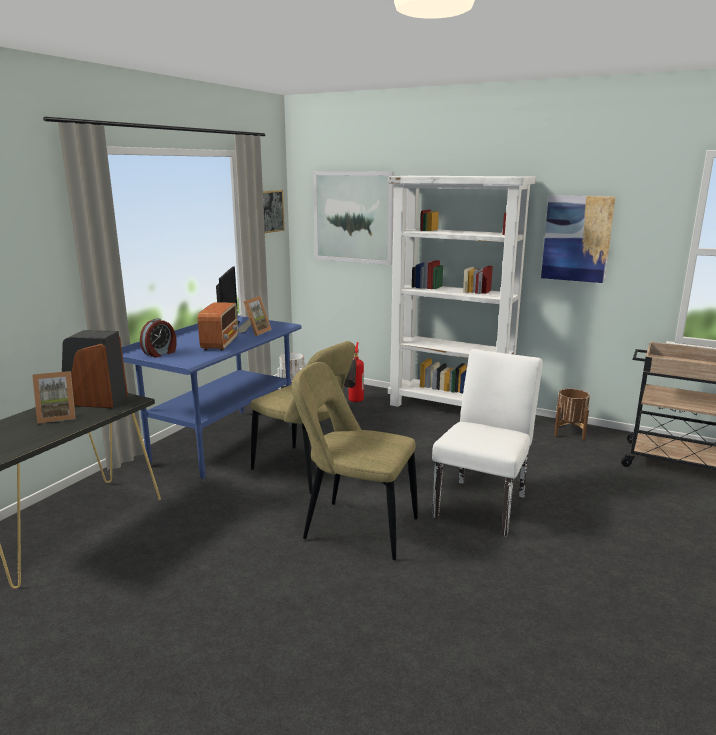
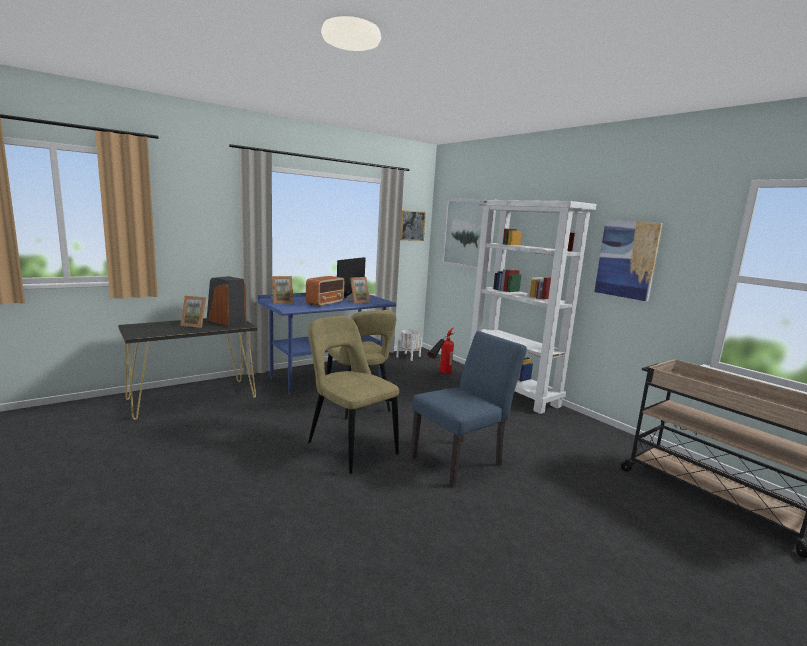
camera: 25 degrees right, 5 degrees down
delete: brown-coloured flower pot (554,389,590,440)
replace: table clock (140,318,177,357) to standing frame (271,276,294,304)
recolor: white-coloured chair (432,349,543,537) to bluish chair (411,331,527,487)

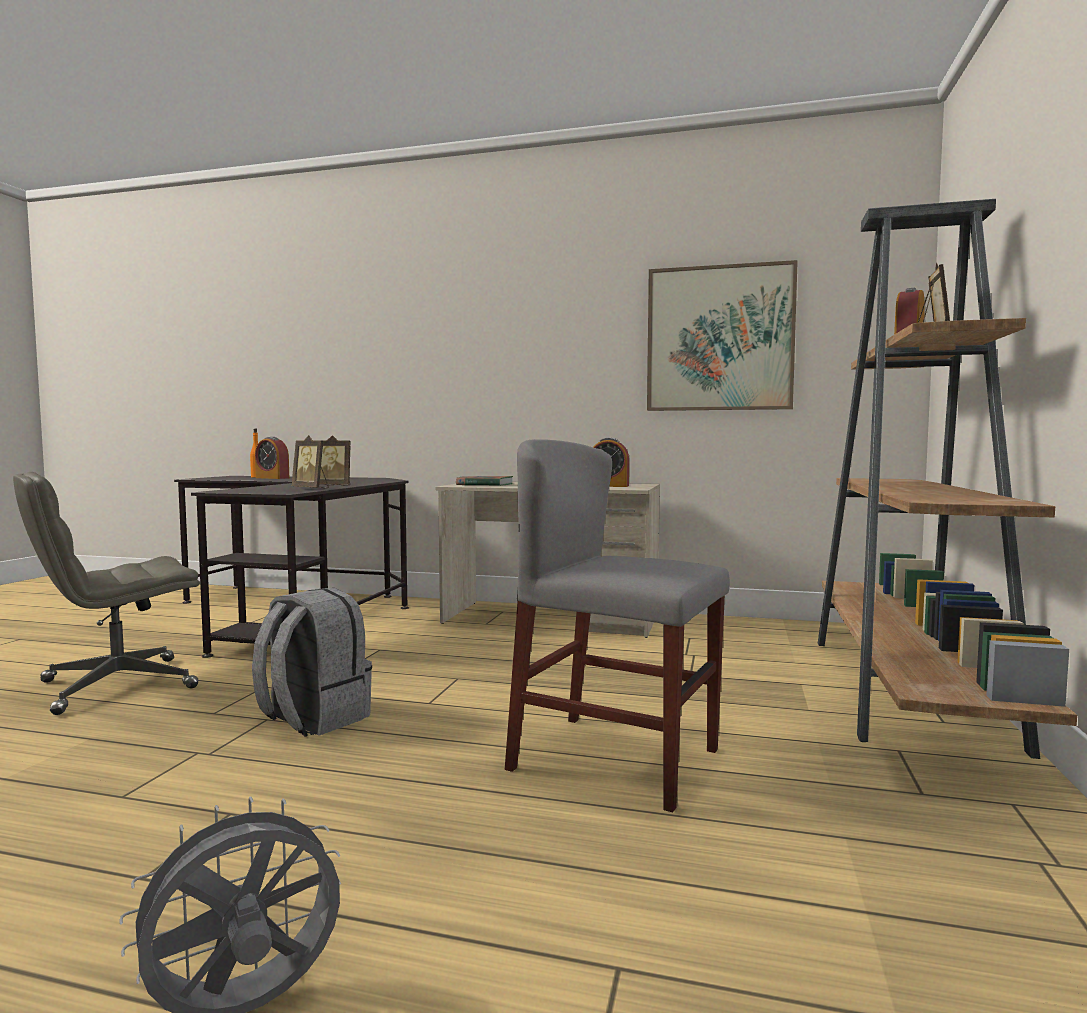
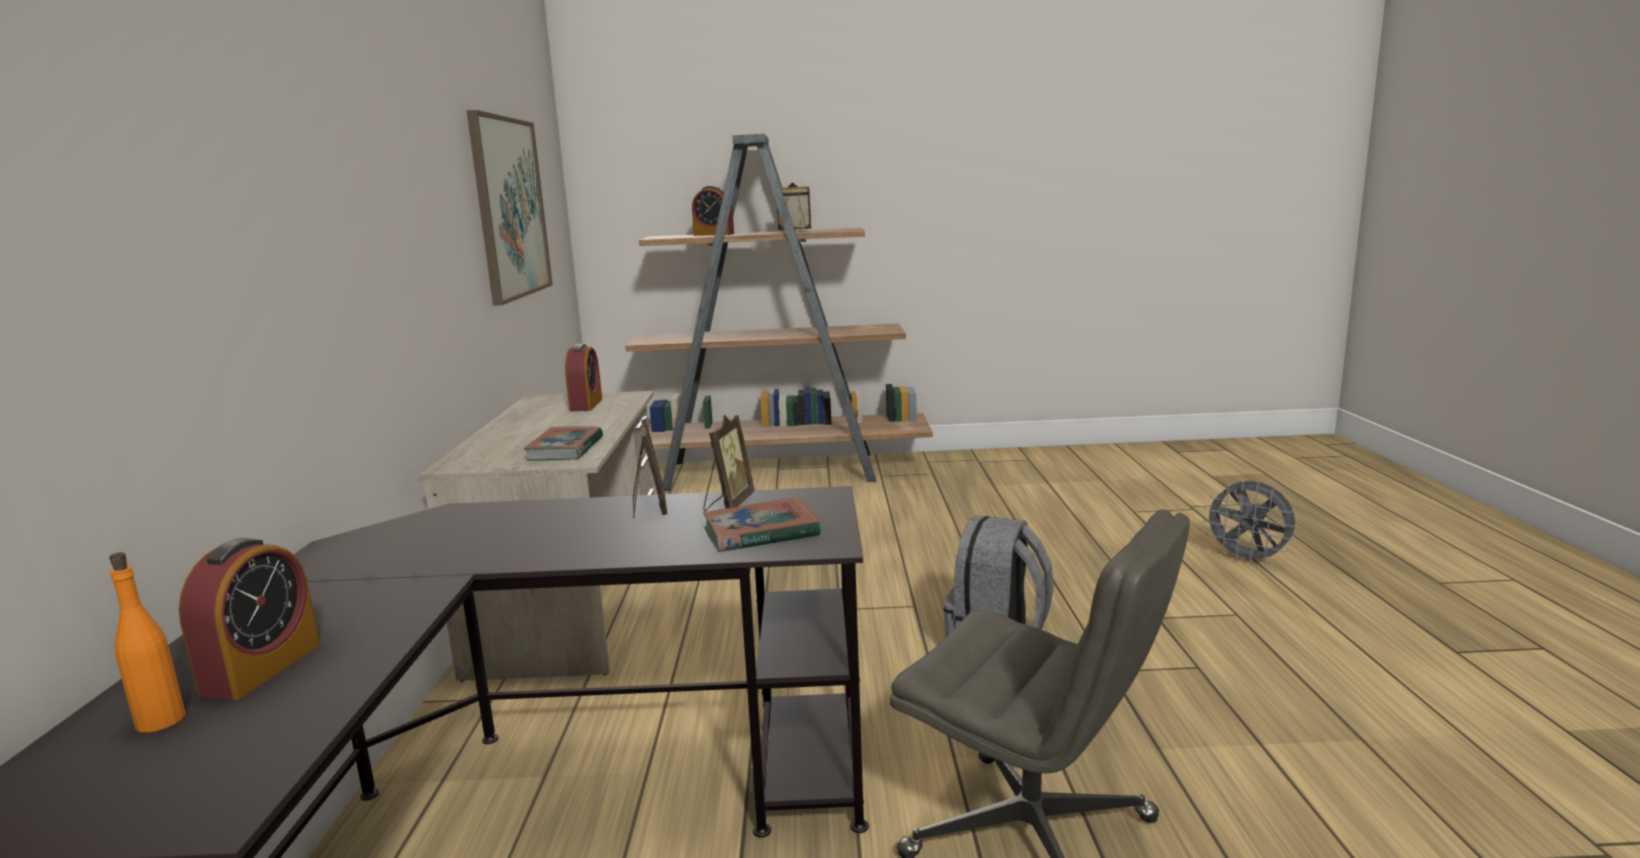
camera: 105 degrees left, 10 degrees up
delete: gray chair (505,439,730,812)
insert: book (703,497,821,552)

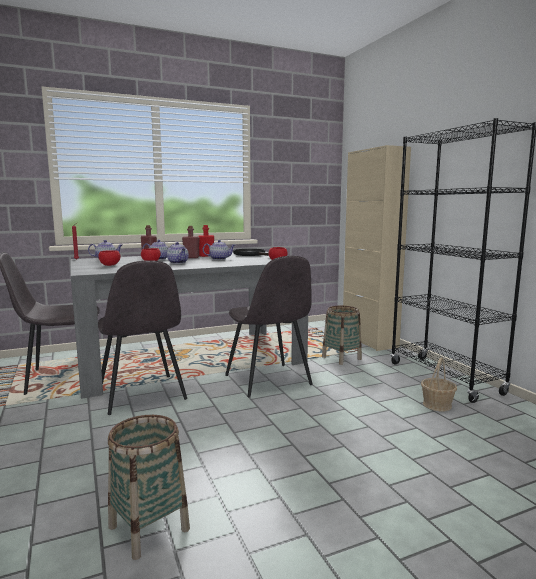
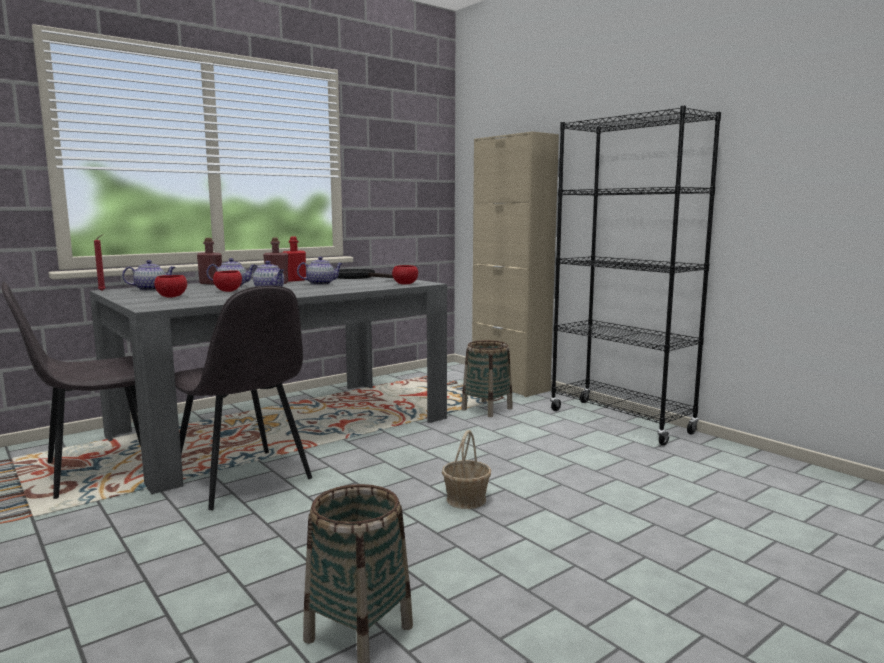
camera: 15 degrees left, 0 degrees up
delete: gray chair (225,256,313,398)
move: storage basket (421,357,457,411) to (442,430,491,509)

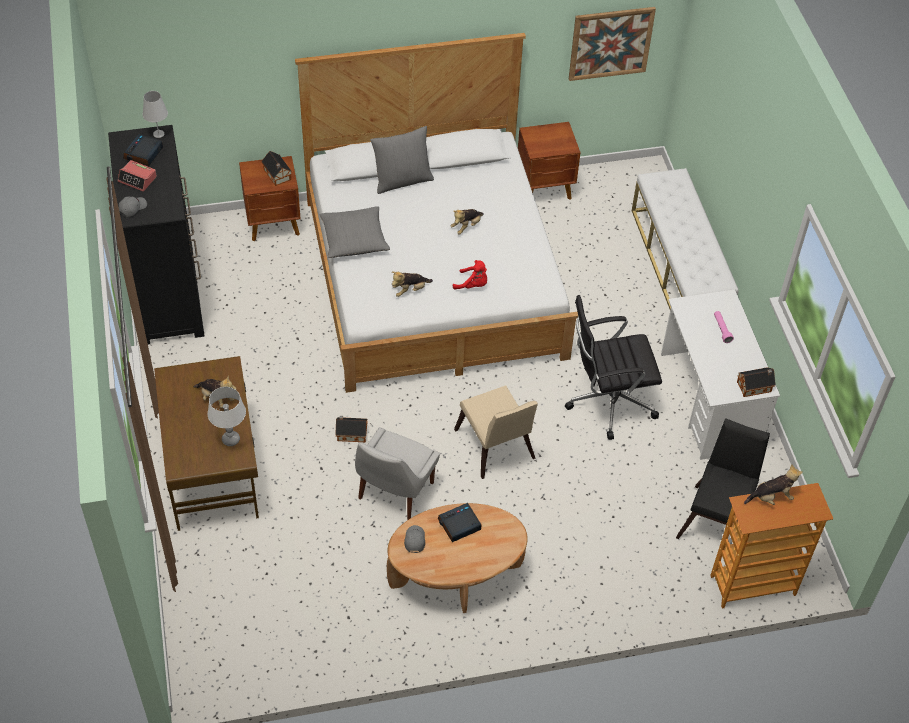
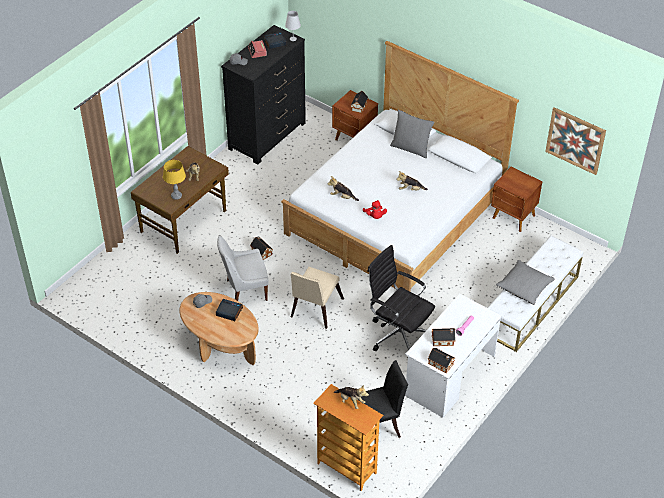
camera: 50 degrees right, 5 degrees down
insert: model house (432,328,455,346)
move: gray pillow (320,206,390,258) to (496,260,555,305)
recolor: white-coloured lamp for a table (208,387,246,446) to yellowish lamp for a table (163,160,186,200)

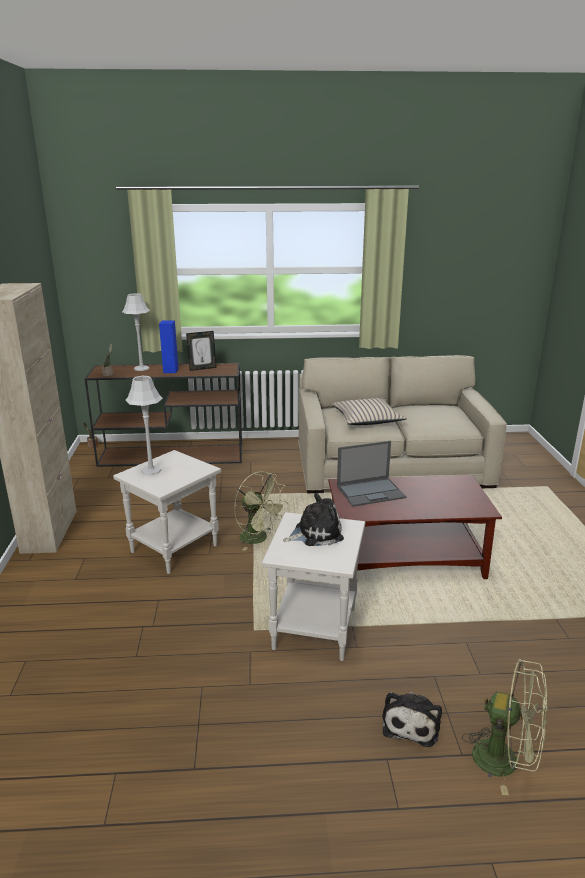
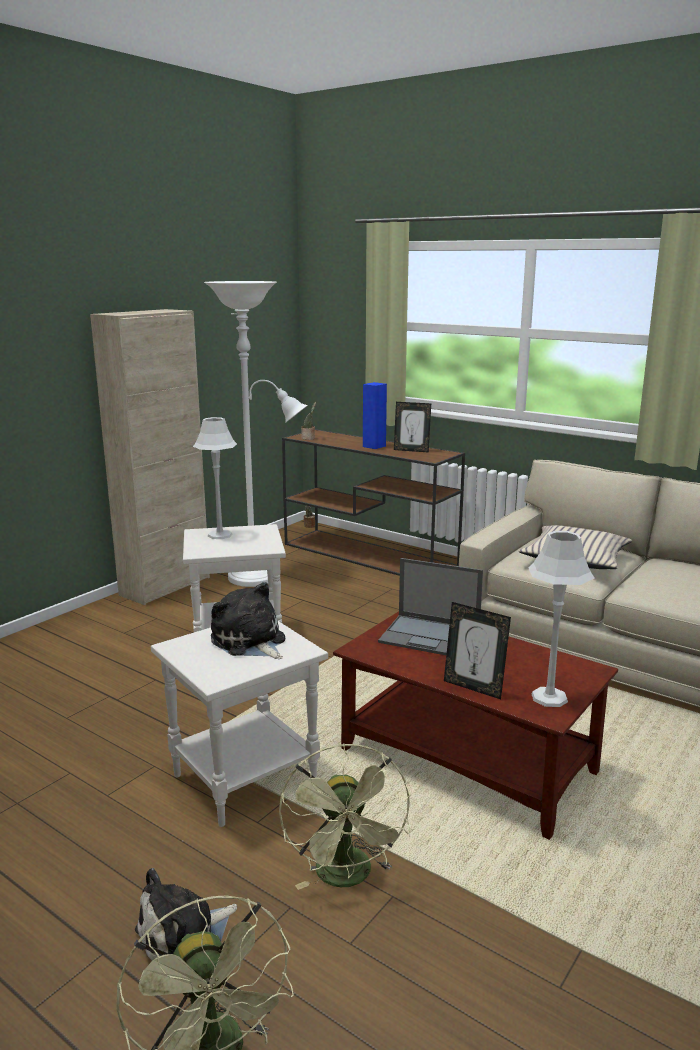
camera: 40 degrees right, 5 degrees down
insert: white-coloured standing lamp (204,281,308,587); standing frame (444,602,511,699)
move: gray lamp for a table (122,293,150,371) to (528,531,595,707); green fan (234,471,288,551) to (279,743,410,890)
rotate: soft toy (283,493,344,546) = (211,582,285,659) 150 degrees counterclockwise

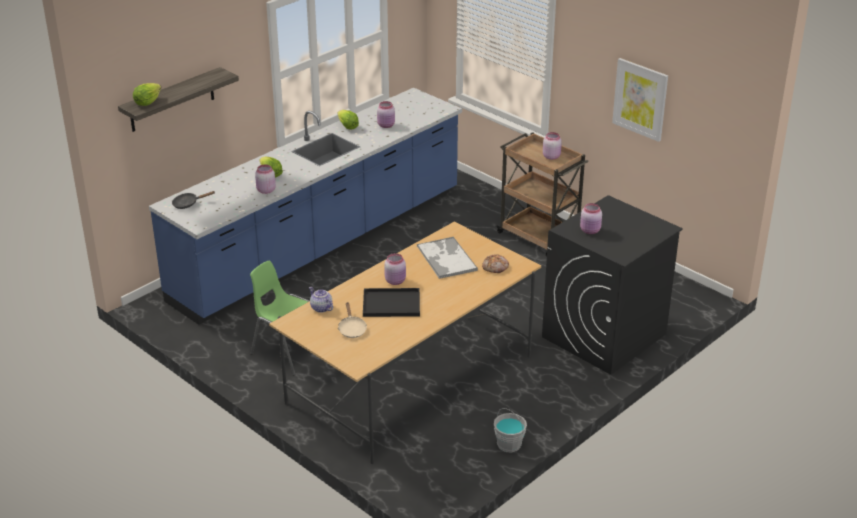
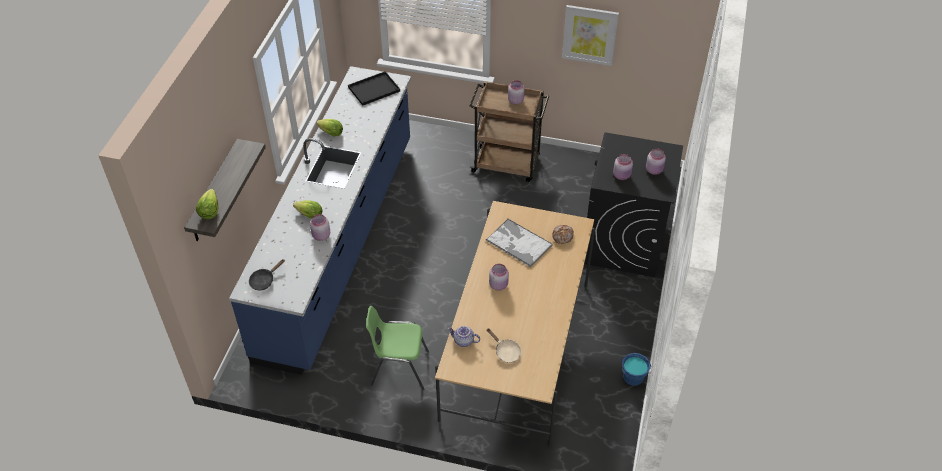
camera: 30 degrees left, 15 degrees up
move: blackish serving tray (363,288,420,317) to (348,71,400,106); pink preserve jar (377,101,395,128) to (646,149,666,175)
recolor: gray water bucket (494,408,527,452) to bluish water bucket (622,353,651,386)

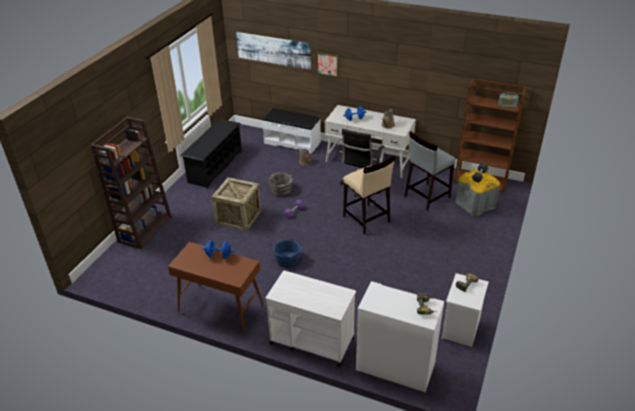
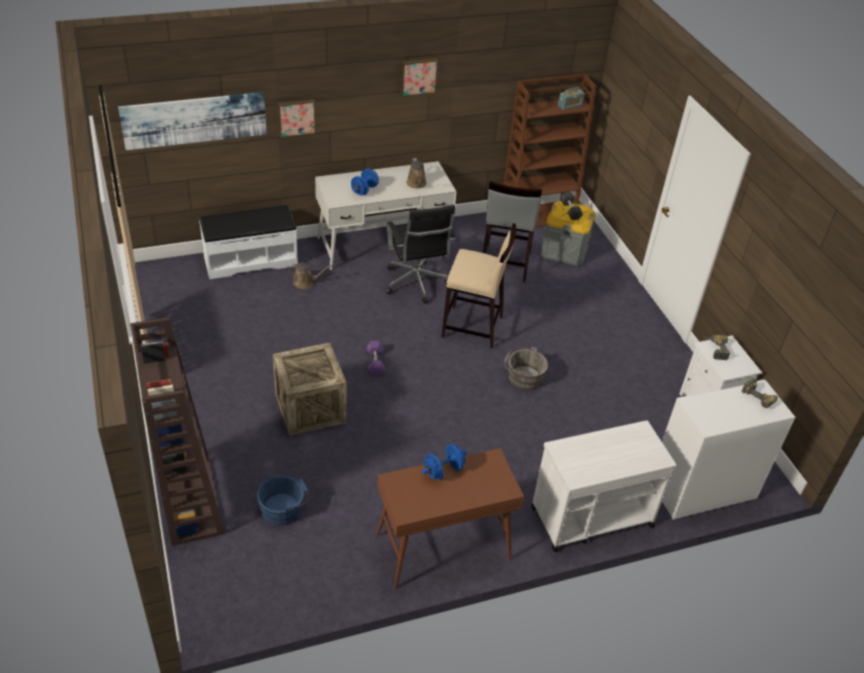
camera: 45 degrees left, 5 degrees up
delete: blackish shoe shelf (180,119,242,188)
insert: wall art (401,58,438,97)
move: gray water bucket (267,172,292,196) to (504,347,548,390); bluish water bucket (273,238,303,267) to (257,473,309,526)

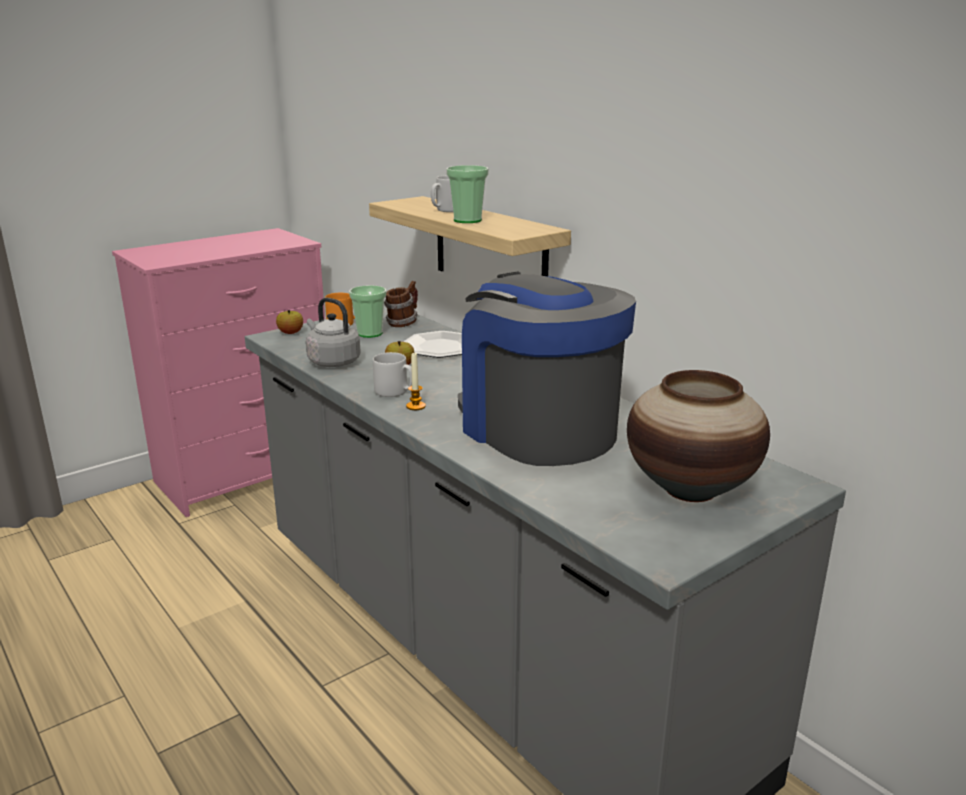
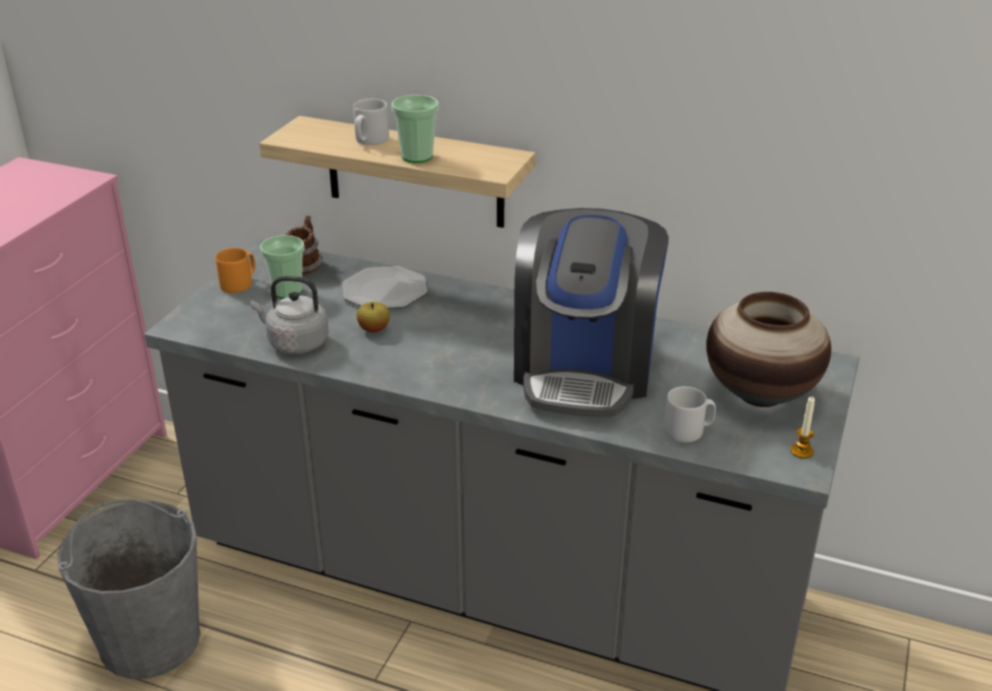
camera: 30 degrees left, 10 degrees up
delete: whole apple (276,310,303,334)
insert: gray water bucket (57,499,201,679)
move: gray mug (373,352,412,397) to (664,386,716,442); wax light (406,353,426,410) to (790,397,815,458)
rotate: coffee maker (458,271,636,466) = (514,208,669,418) 105 degrees counterclockwise

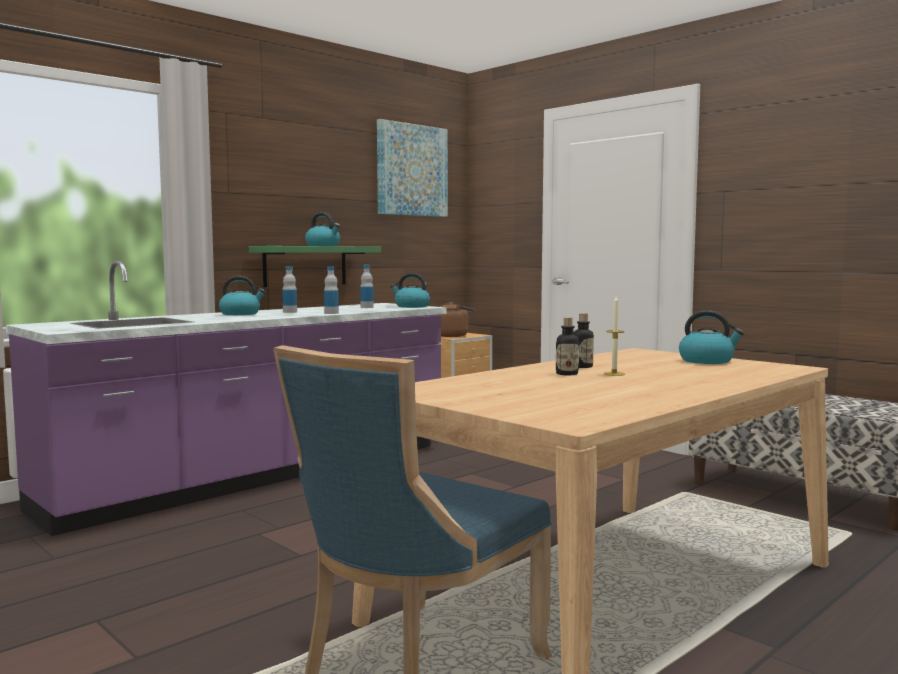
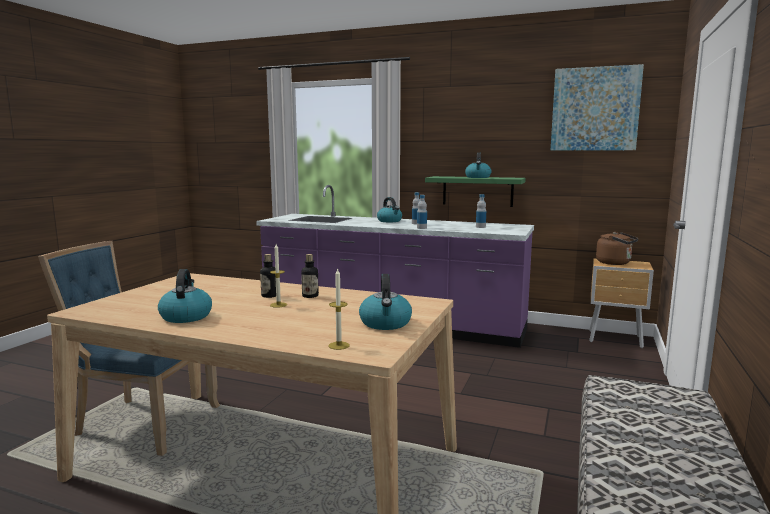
camera: 65 degrees right, 5 degrees up
insert: wax light (328,268,350,350)
move: tea kettle (391,273,430,308) to (158,269,212,323)

